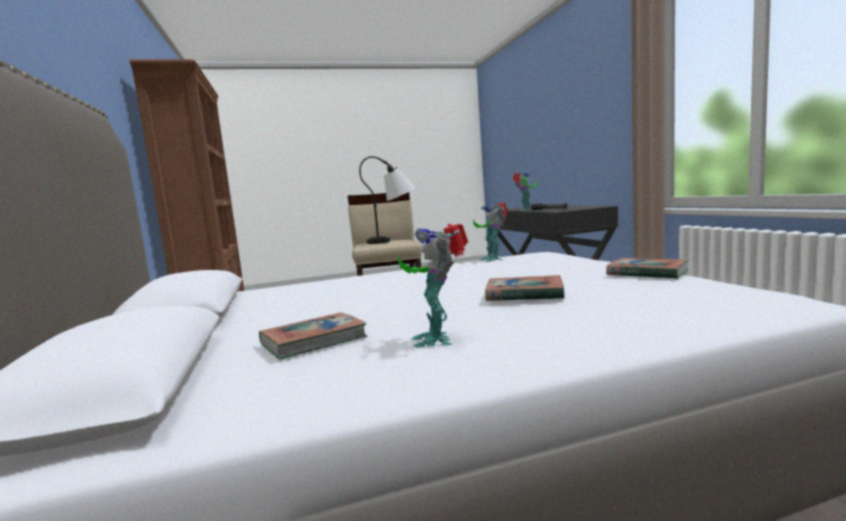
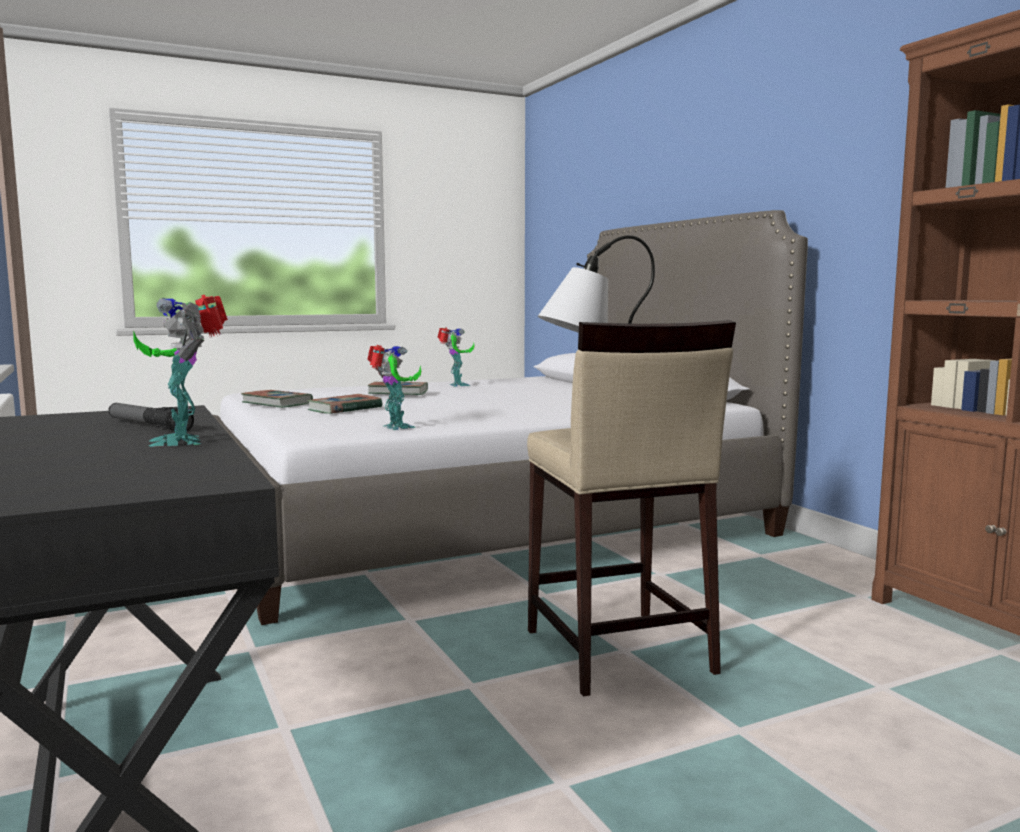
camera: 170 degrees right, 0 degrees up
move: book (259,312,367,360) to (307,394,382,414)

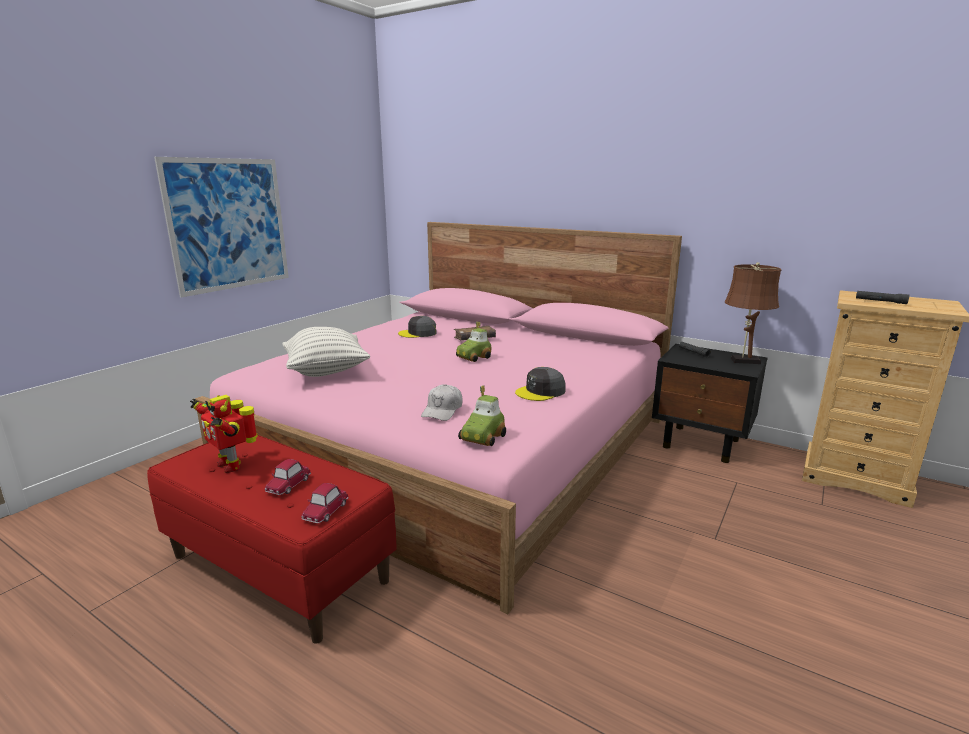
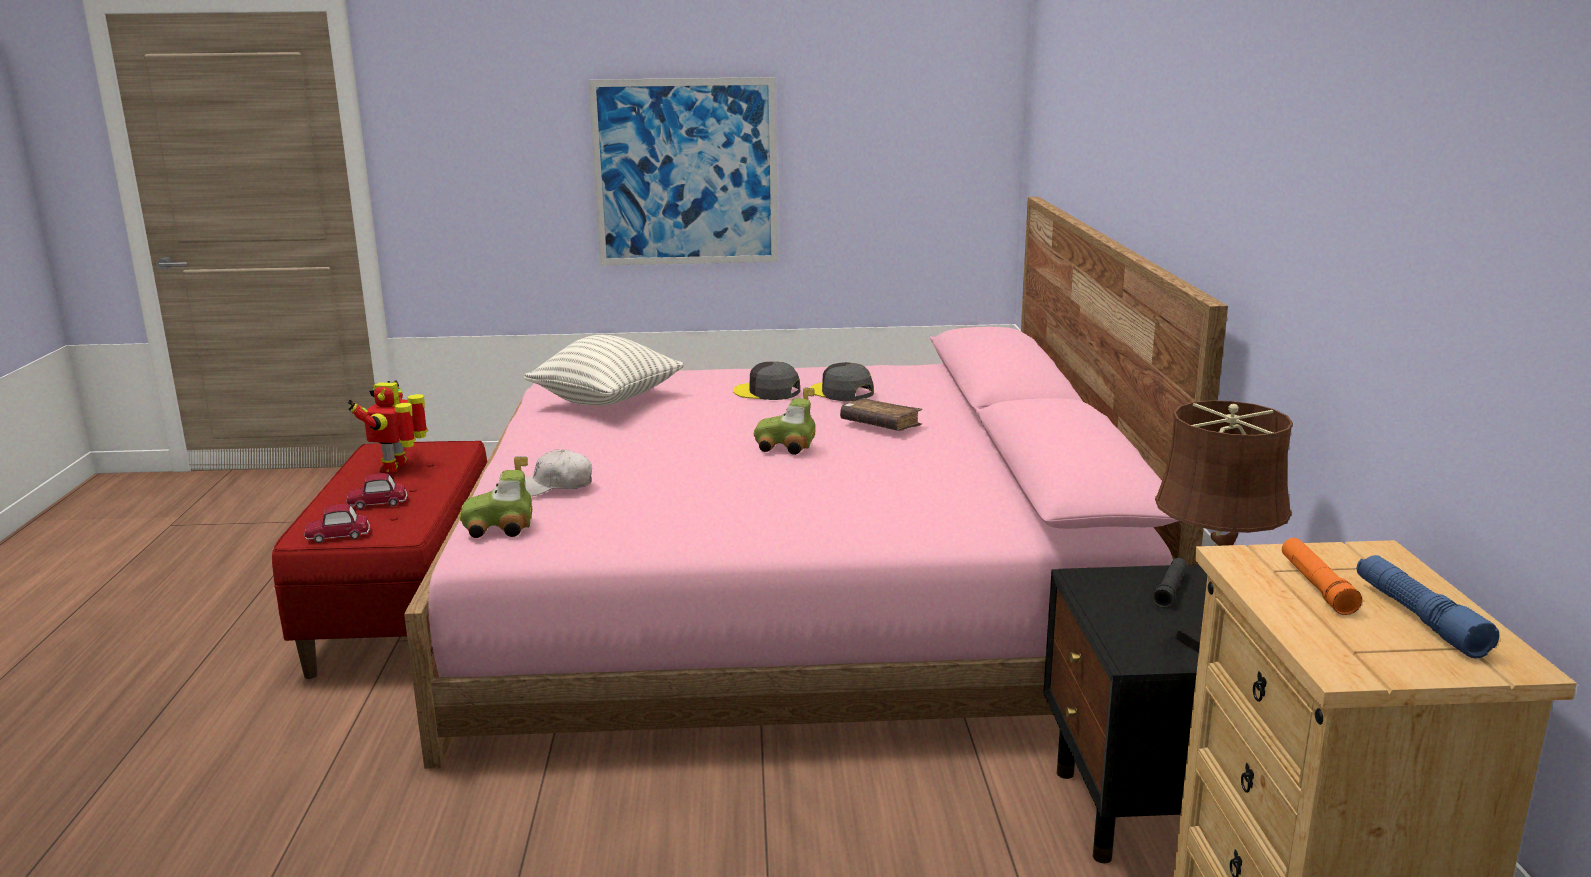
camera: 55 degrees right, 0 degrees up
insert: bluish torch (1356,555,1499,658)
move: gray cap (515,367,566,401) to (733,361,800,400)
recolor: blackish torch (856,291,909,304) to orangey torch (1282,538,1362,615)

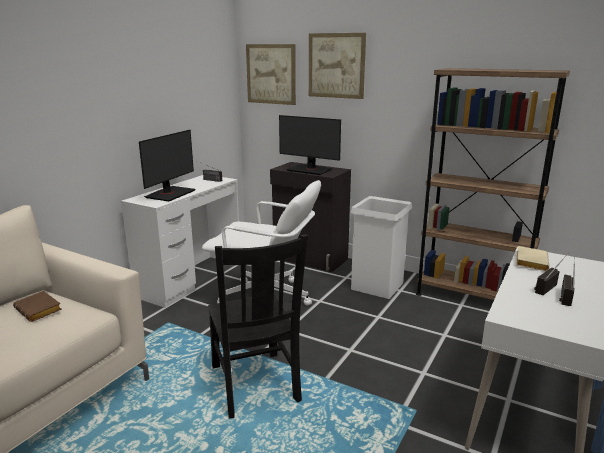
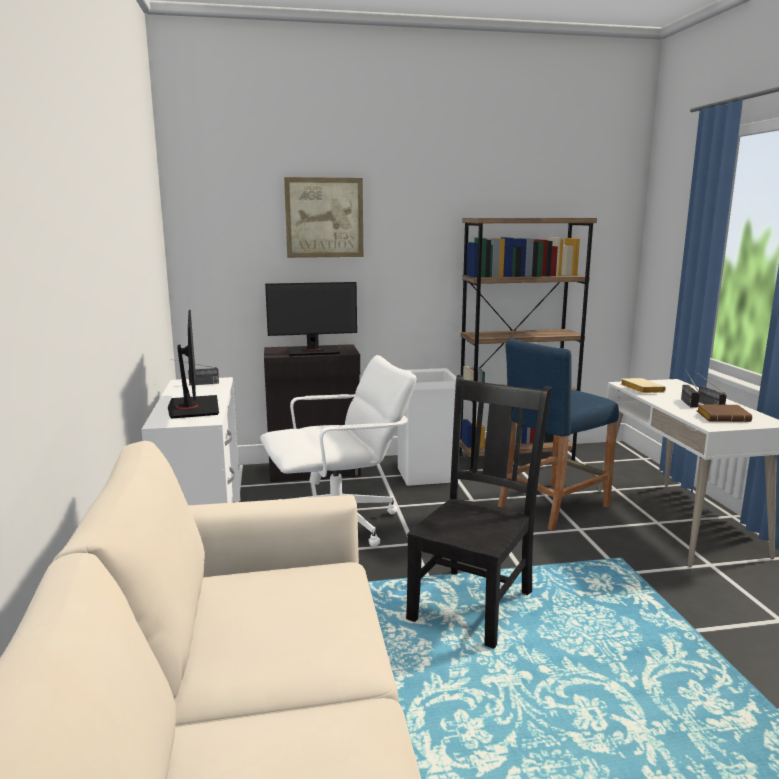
camera: 40 degrees left, 5 degrees down
delete: wall art (246,44,296,105)
insert: bluish sitting stool (498,338,619,531)
move: brown-coloured book (13,291,62,322) to (696,404,752,422)
rotate: blackish chair (208,234,308,418) = (406,375,552,649) 90 degrees counterclockwise

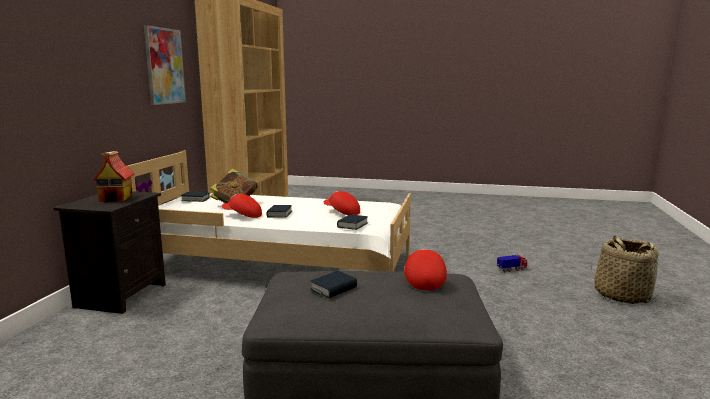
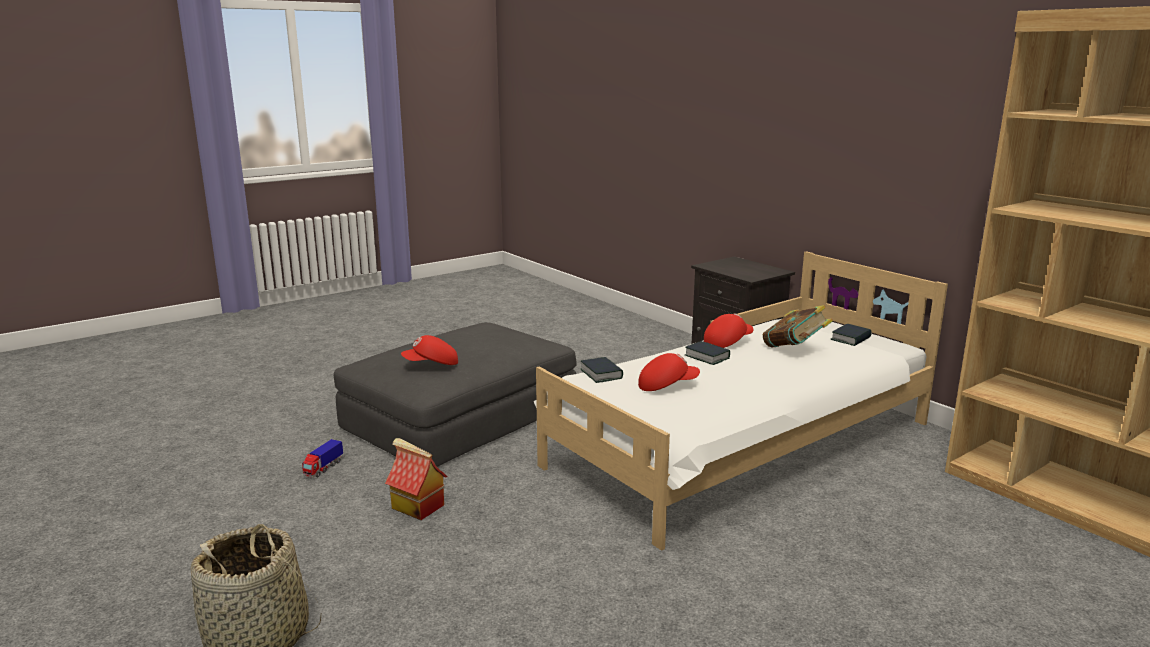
camera: 130 degrees right, 5 degrees up
delete: wall art (144,25,186,105); book (310,271,357,298)
move: model house (92,151,135,202) to (385,438,448,520); toy lorry (497,255,527,272) to (302,439,343,477)
rotate: red cap (404,248,447,291) = (401,335,458,365) 120 degrees clockwise

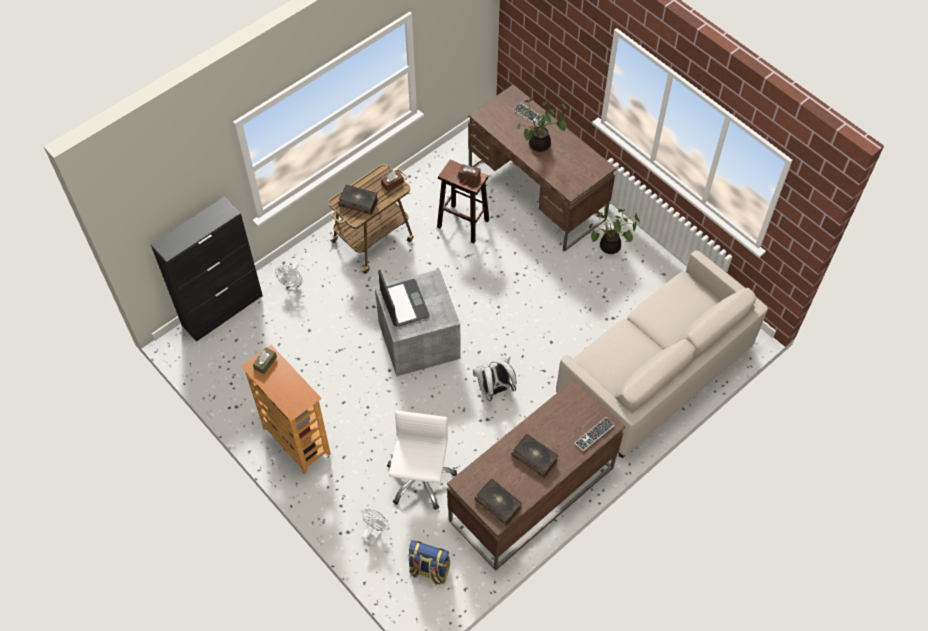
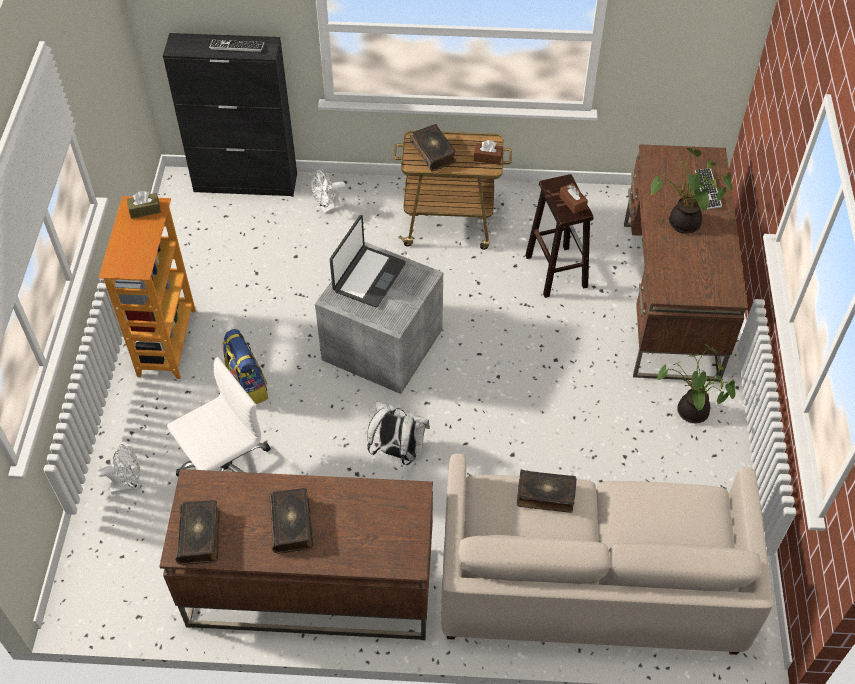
camera: 45 degrees right, 5 degrees down
insert: book (517,469,577,513)
move: knapsack (408,540,450,585) to (222,329,268,404); keyboard (574,418,615,451) to (209,40,264,52)

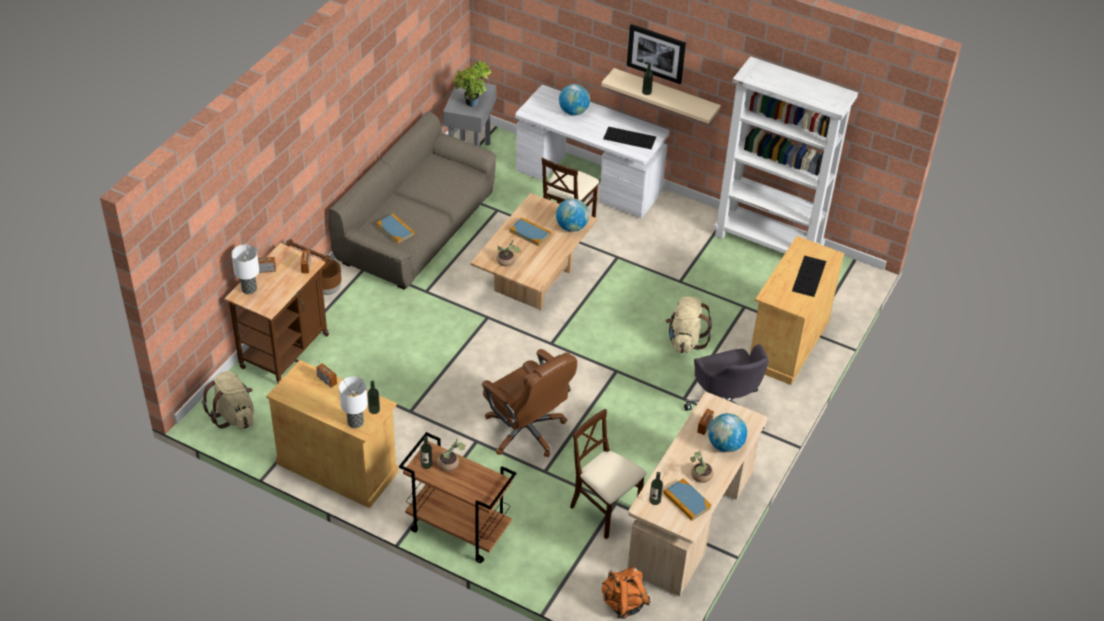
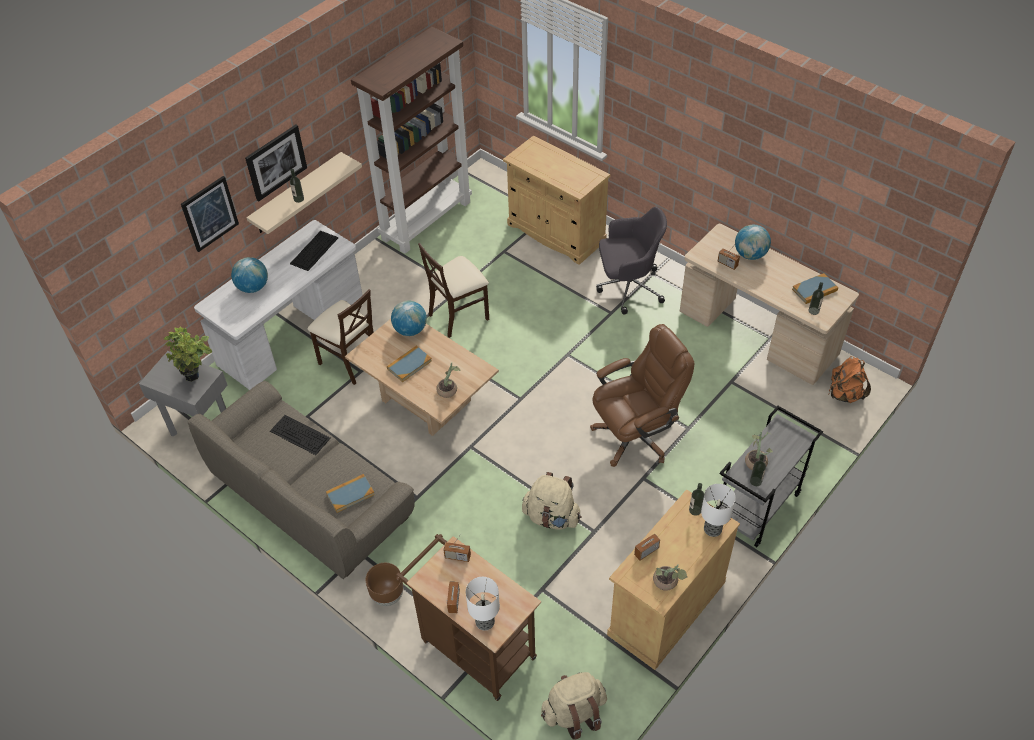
camera: 75 degrees left, 5 degrees up
insert: wall art (181,176,239,252)
move: sand-coloured chair (570,409,647,539) to (418,243,489,338); sand-coloured knapsack (666,297,712,353) to (522,472,581,530); plant in a pot (690,451,713,483) to (653,564,688,591); keyboard (792,255,826,297) to (270,415,331,455)
recolor: brown-coloured cart (399,432,516,563) to gray cart (719,406,823,547); white-coloured bookshelf (714,56,858,254) to brown-coloured bookshelf (351,27,472,254)

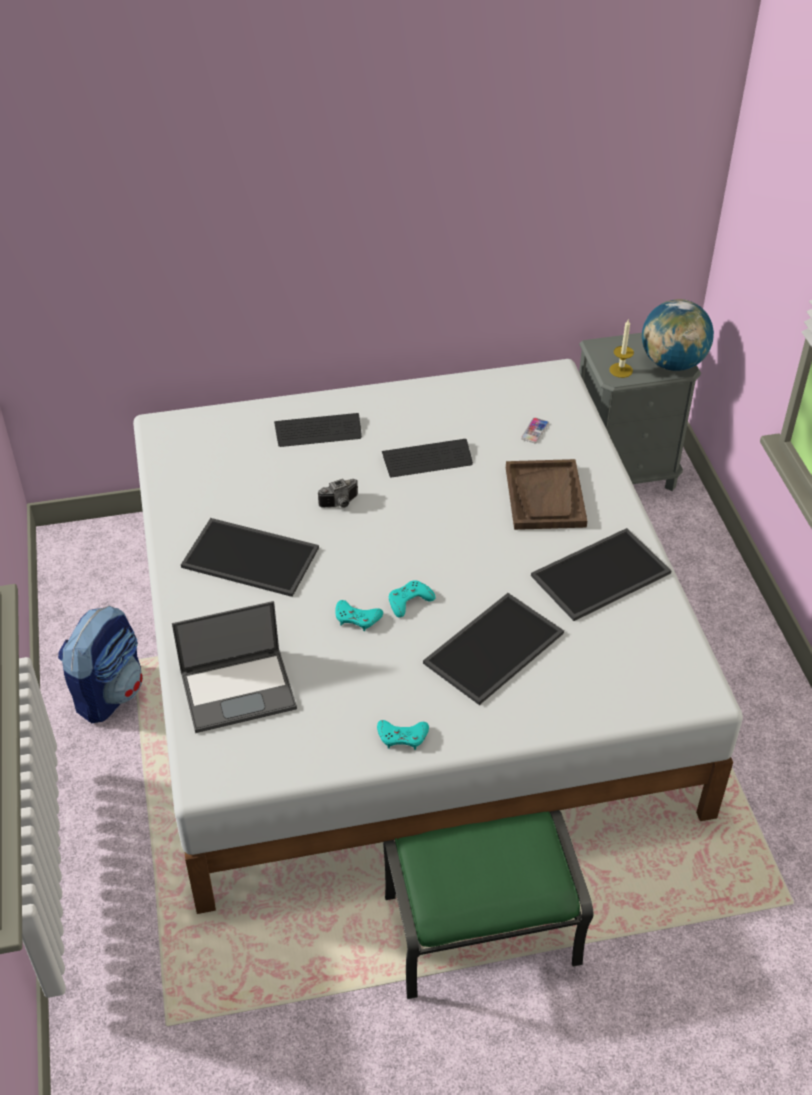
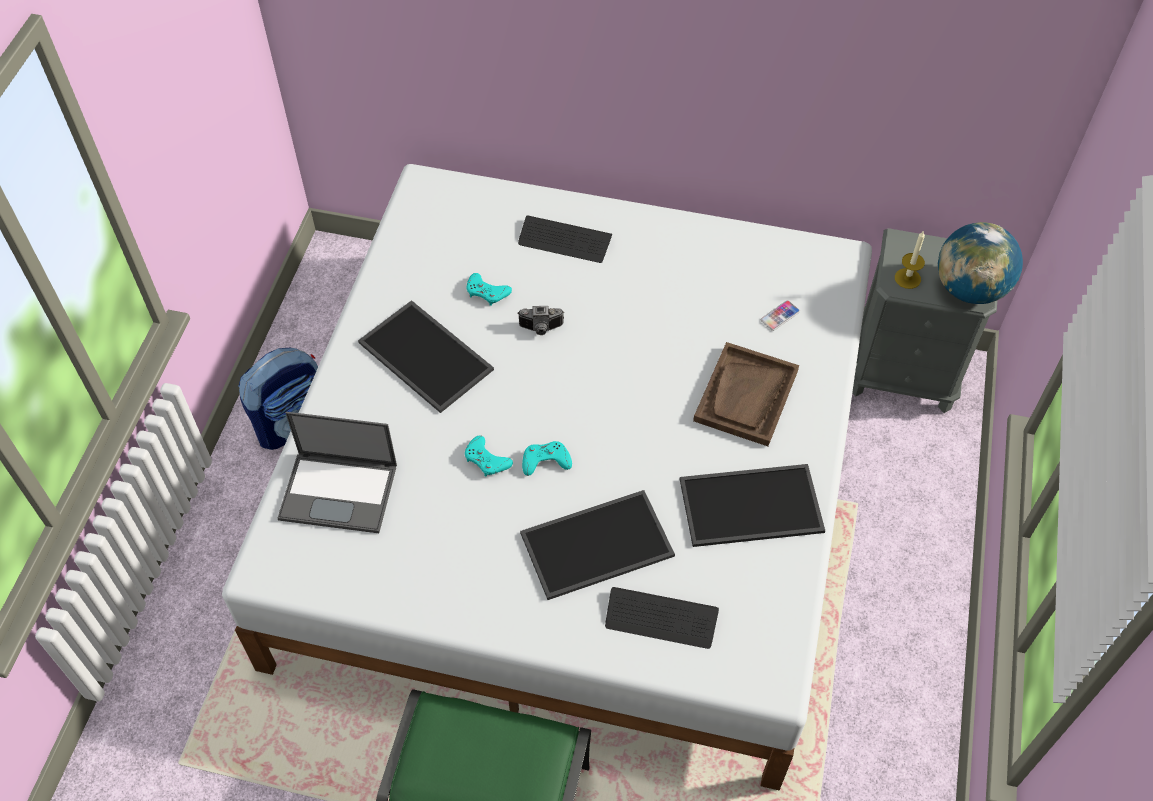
camera: 25 degrees right, 10 degrees up
move: turquoise game controller (377,720,429,750) to (466,273,512,306); keyboard (382,439,473,478) to (605,587,719,649)

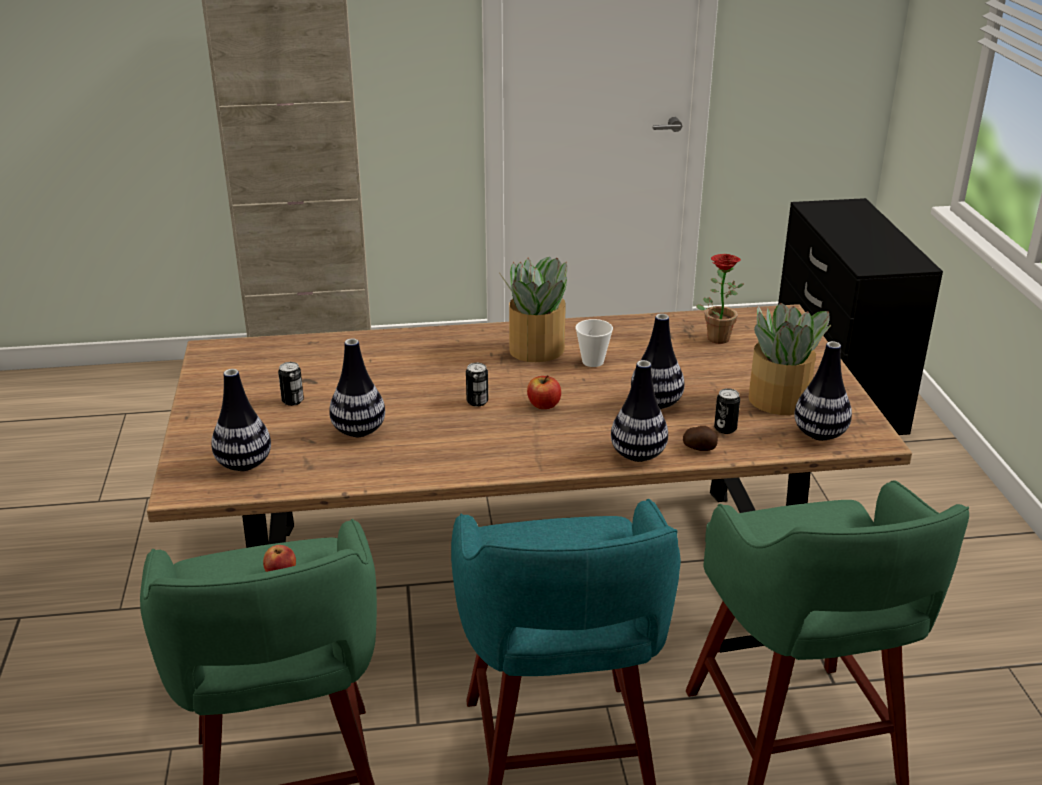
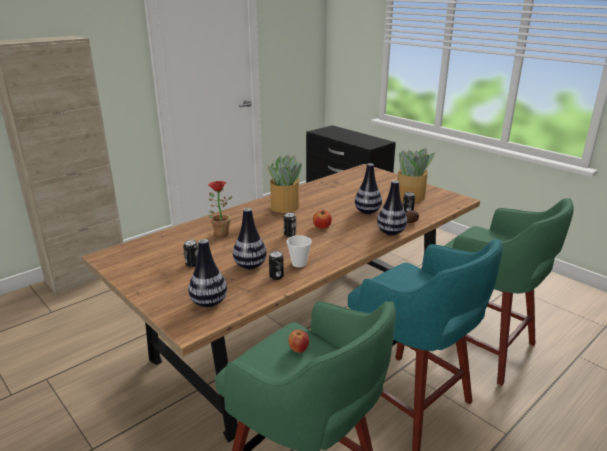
camera: 35 degrees left, 5 degrees down
delete: vase (794,341,852,441)
insert: can (269,251,284,280)
move: small cup (575,319,613,367) to (287,235,312,267); plant in a pot (696,254,744,344) to (208,181,233,237)

